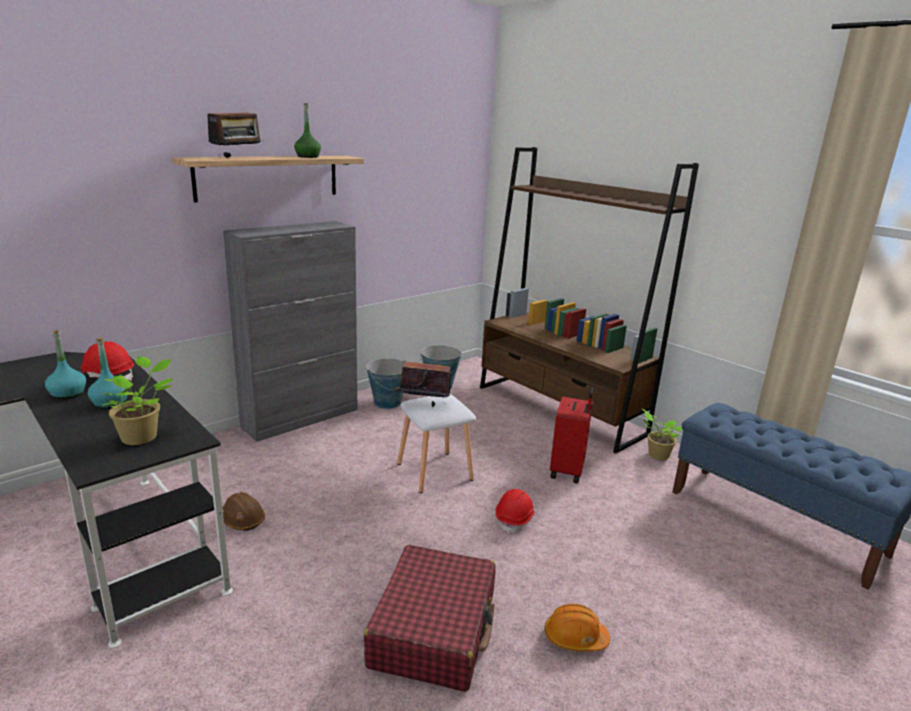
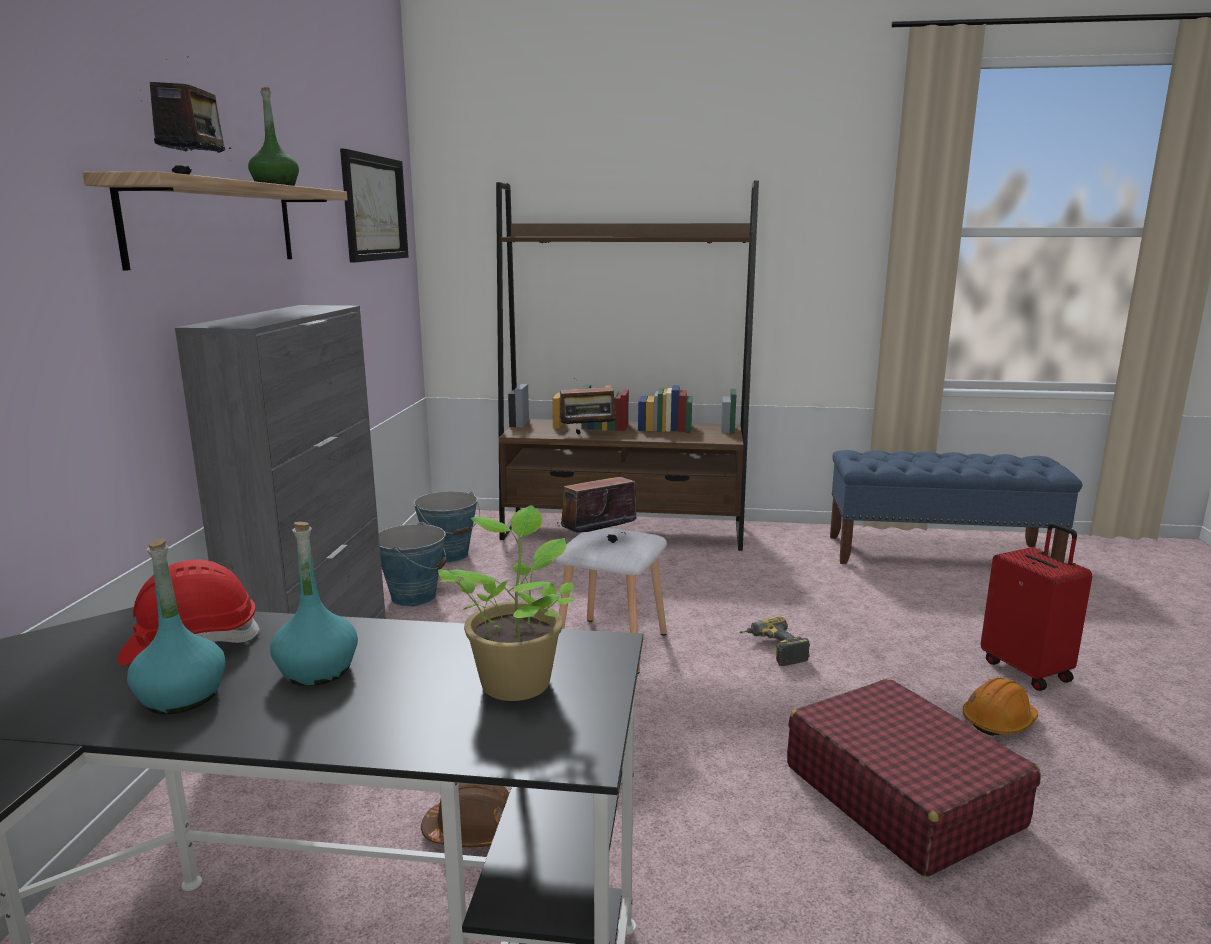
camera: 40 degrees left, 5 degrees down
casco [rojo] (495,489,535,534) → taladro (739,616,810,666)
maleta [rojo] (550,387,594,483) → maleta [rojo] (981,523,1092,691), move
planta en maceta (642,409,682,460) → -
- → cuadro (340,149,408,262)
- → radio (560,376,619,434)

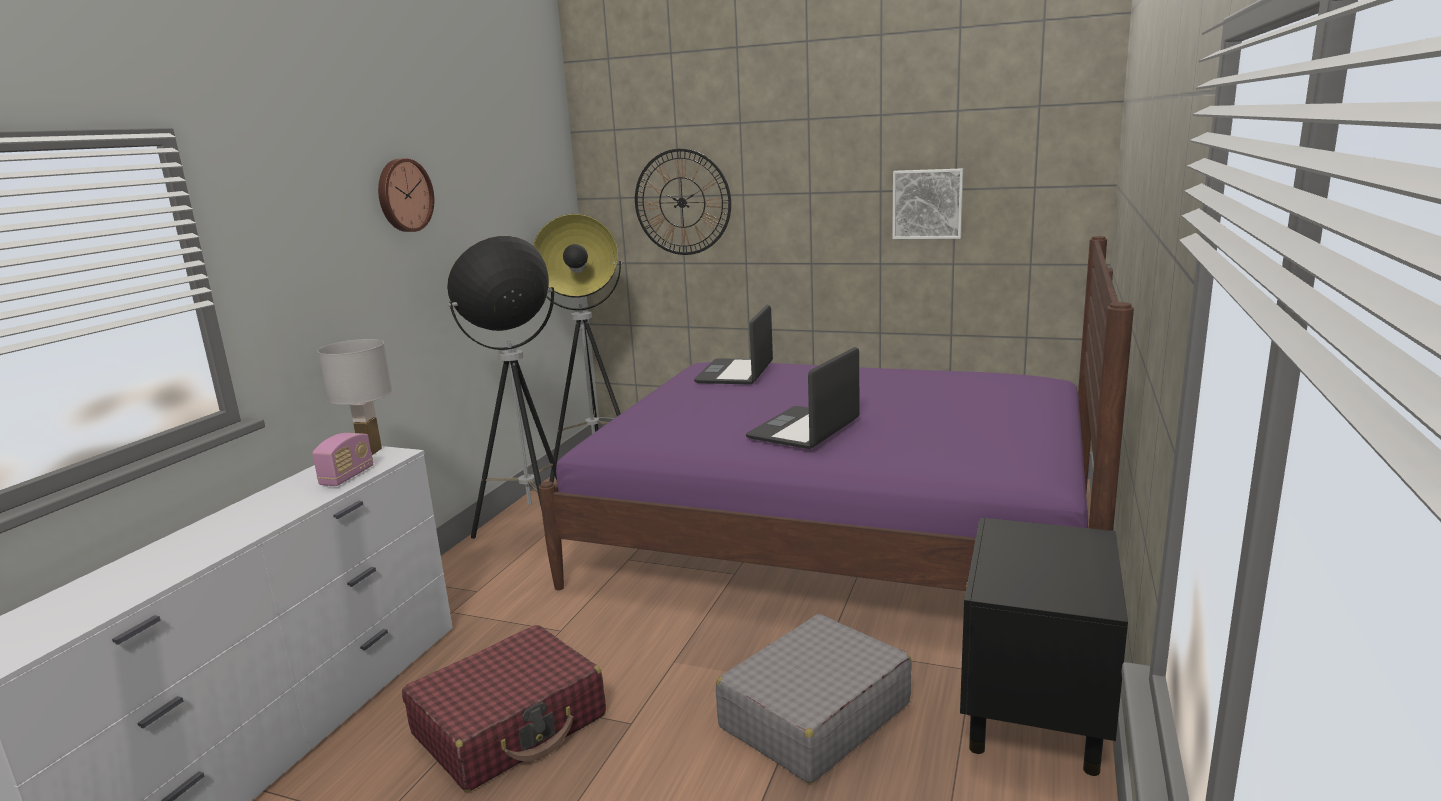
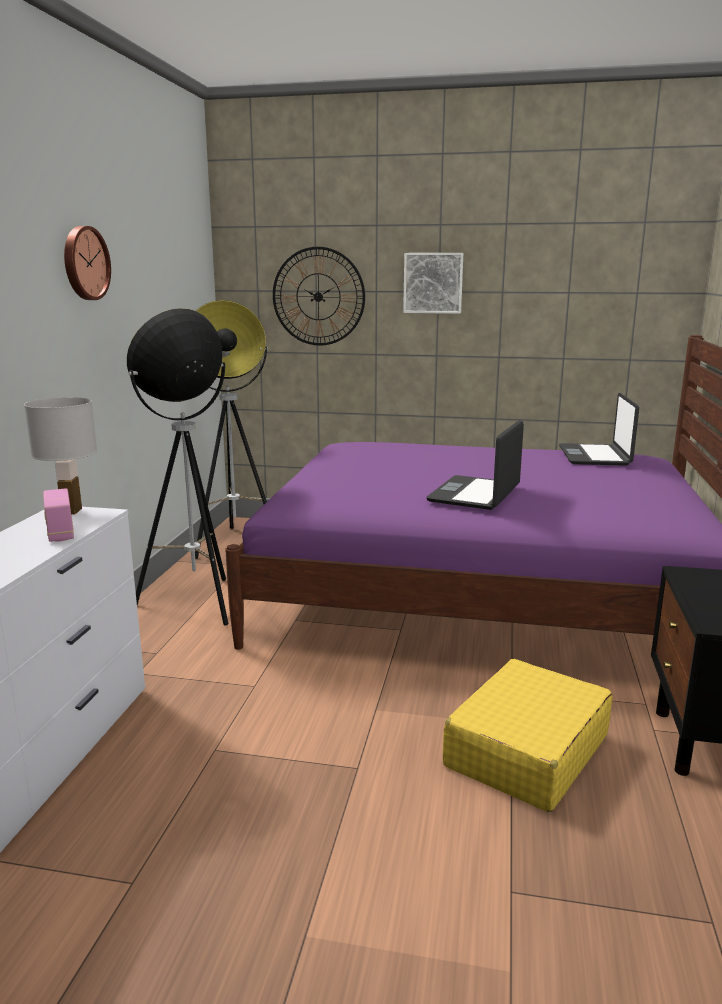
camera: 10 degrees left, 0 degrees up
radio (312,433,373,486) → radio (43,488,74,542), 150 degrees clockwise
maleta [rojo] (402,625,606,792) → -
portátil (694,304,773,385) → portátil (559,393,639,466), move
maleta [gris] (716,614,912,783) → maleta [amarillo] (443,659,612,812)
cuadro (892,168,963,239) → cuadro (403,253,463,314), move

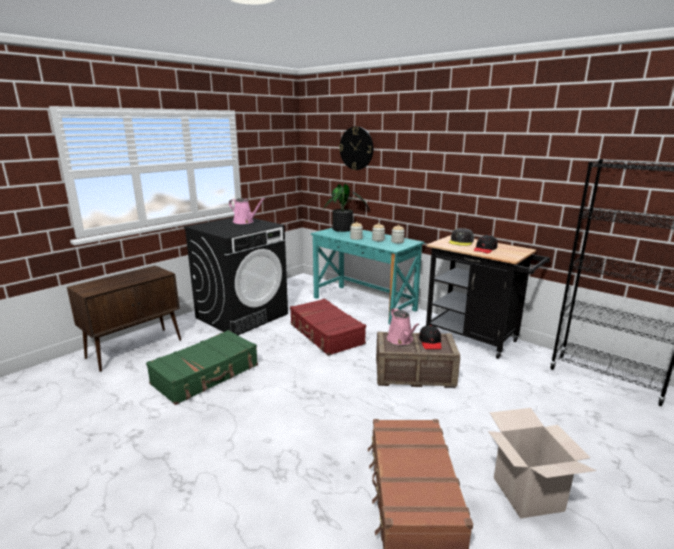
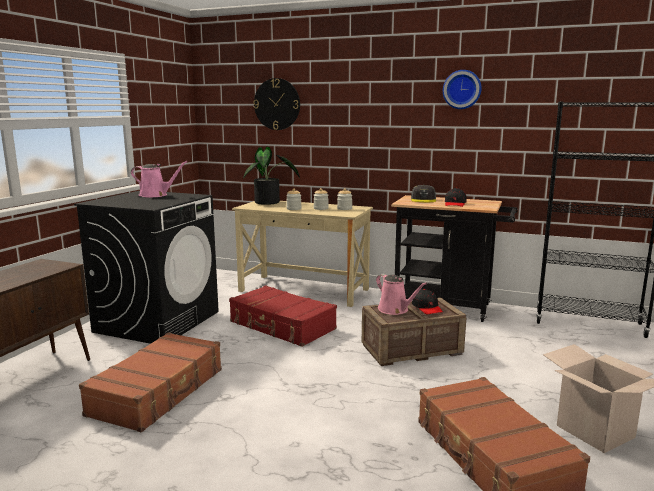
camera: 20 degrees left, 5 degrees down
maleta [verde] (146,330,258,405) → maleta [marrón] (79,332,222,432)
escritorio [turquesa] (311,228,424,325) → escritorio [beis] (232,201,373,307)
- → reloj de pared (443,70,482,109)

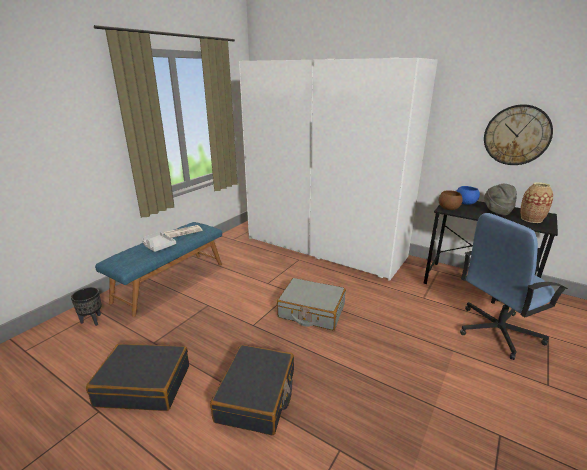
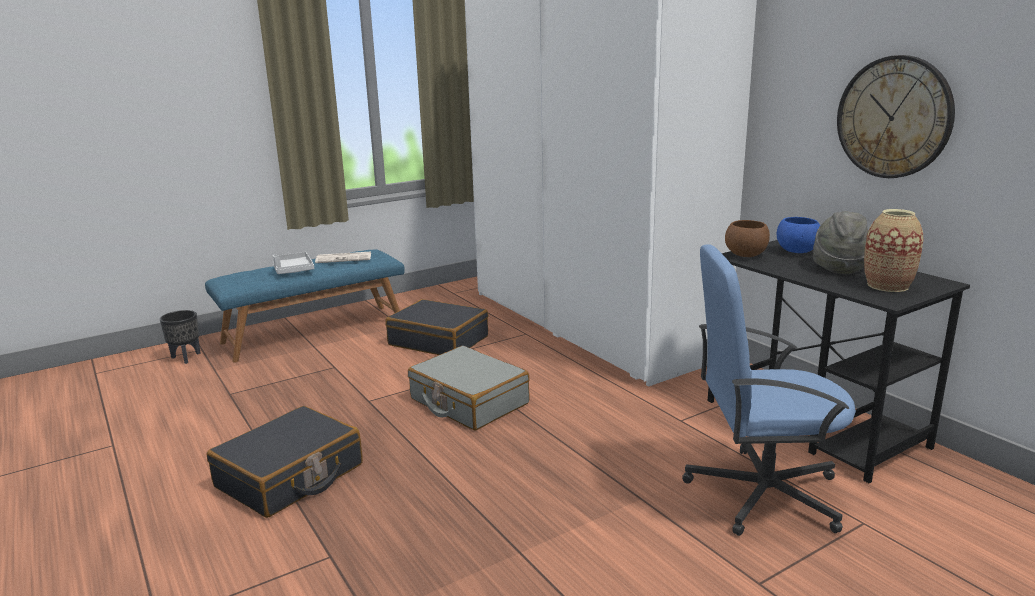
camera: 25 degrees right, 5 degrees down
maleta [negro] (86,344,189,411) → maleta [negro] (385,299,488,355), move

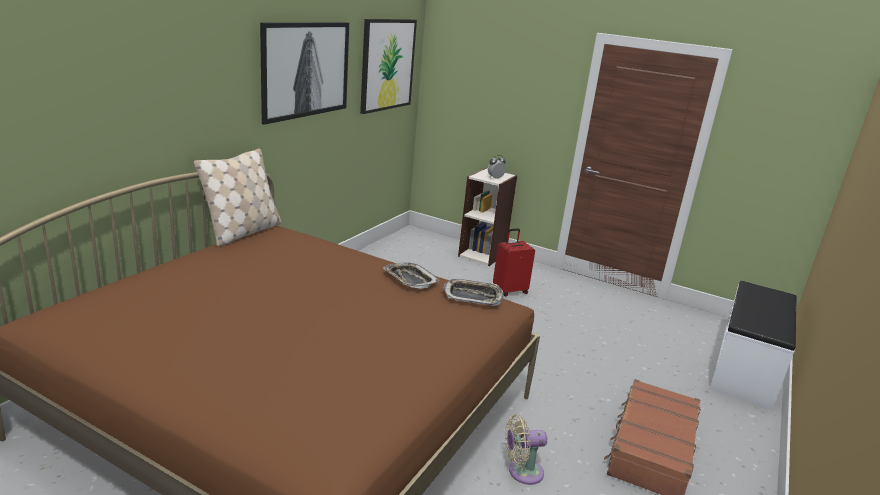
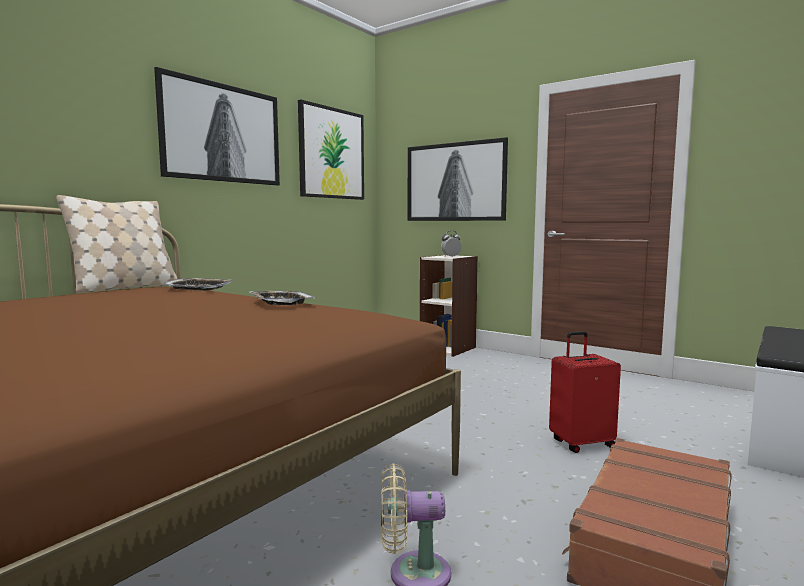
camera: 10 degrees right, 15 degrees down
bandeja (443,279,504,306) → bandeja (164,278,231,291), move
maleta [rojo] (493,229,535,297) → maleta [rojo] (549,331,621,453), move
- → cuadro (408,137,508,221)

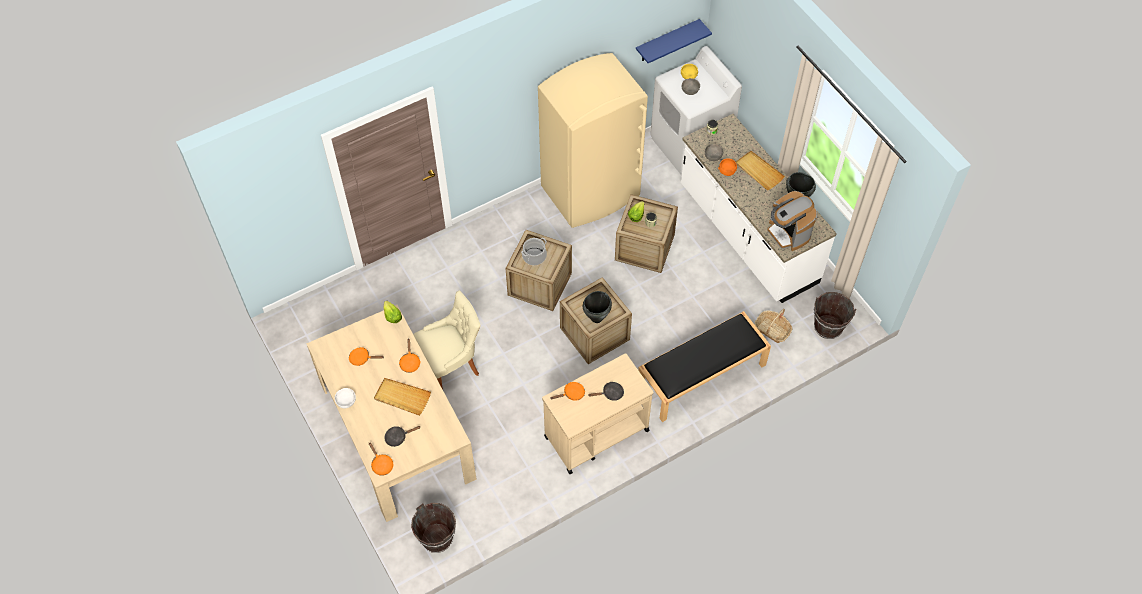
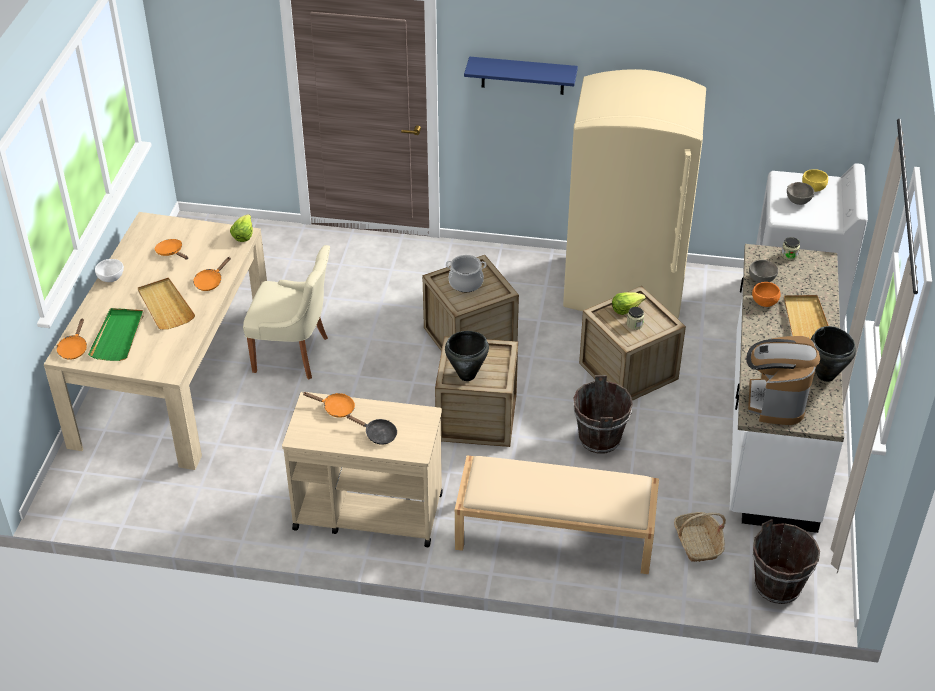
camera: 40 degrees right, 15 degrees down
sartén [negro] (384,426,420,447) → bandeja [verde] (88,308,144,361)
cubo [marrón] (411,503,456,553) → cubo [marrón] (573,375,633,454), move
estante [azul] (636,19,712,63) → estante [azul] (464,57,578,95), move
banco [negro] (638,311,771,422) → banco [beis] (455,455,659,574)

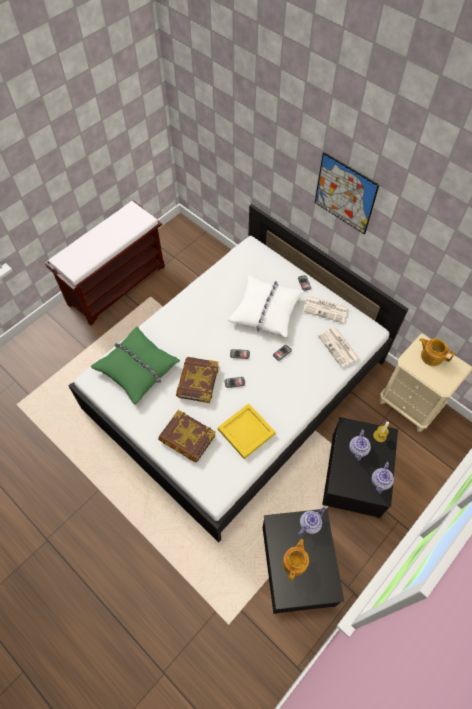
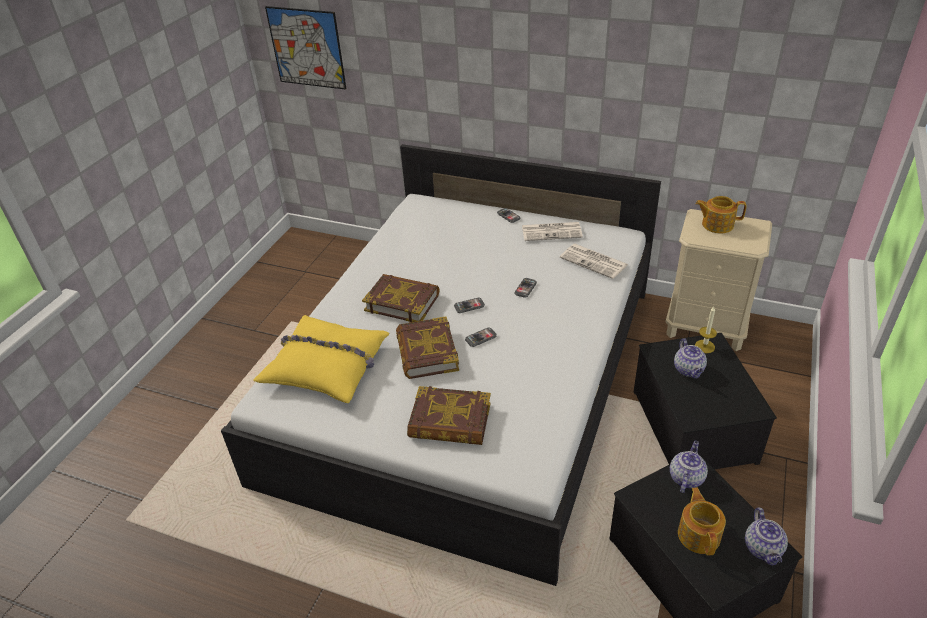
camera: 20 degrees left, 20 degrees down
banco [marrón] (45,200,165,326) → -
cojín [verde] (90,326,180,405) → cojín [amarillo] (253,315,389,403)
bandeja [amarillo] (218,403,276,459) → -
cojín [blanco] (228,275,304,337) → -
cuadro (315,152,379,235) → cuadro (265,6,346,90), move
tetera (372,462,394,494) → tetera (745,507,788,566), move
- → libro (362,274,439,323)

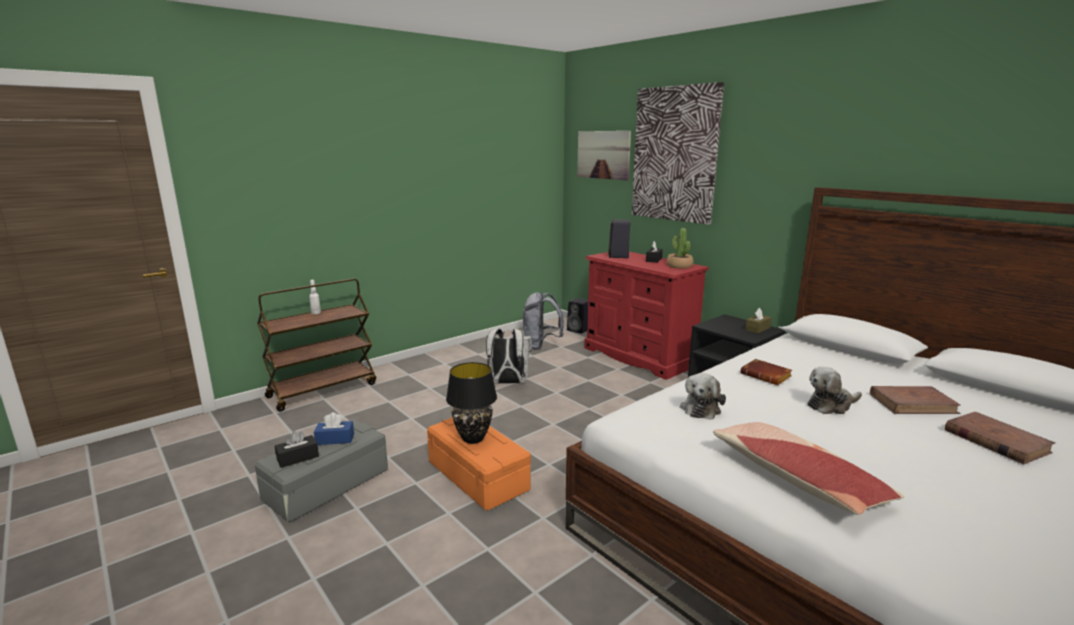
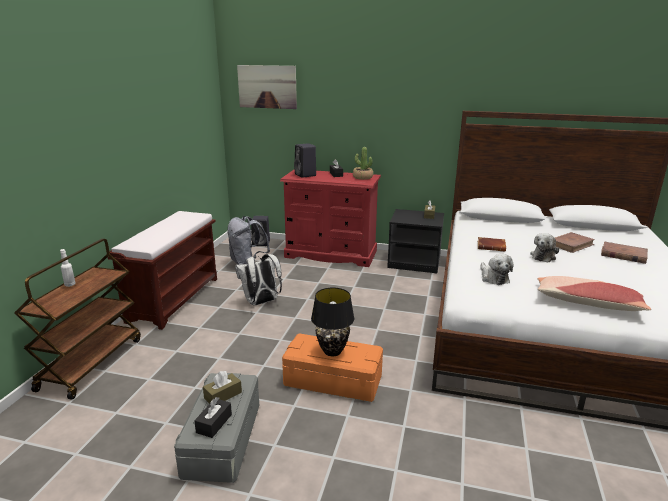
camera: 35 degrees left, 5 degrees up
caja de pañuelos [azul] (314,412,354,445) → caja de pañuelos [marrón] (203,371,242,404)
cuadro (632,82,724,225) → -
- → banco [marrón] (108,211,217,330)

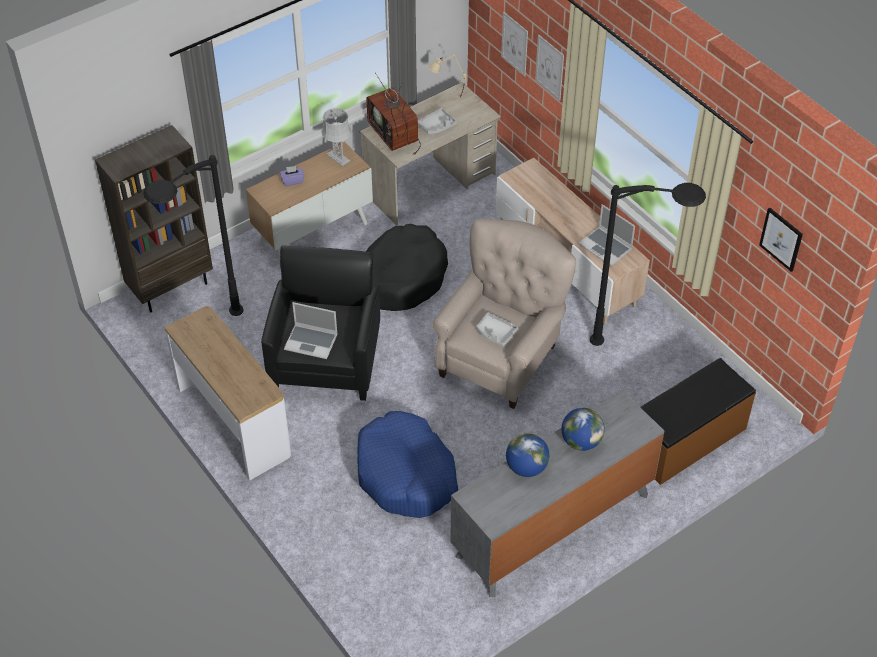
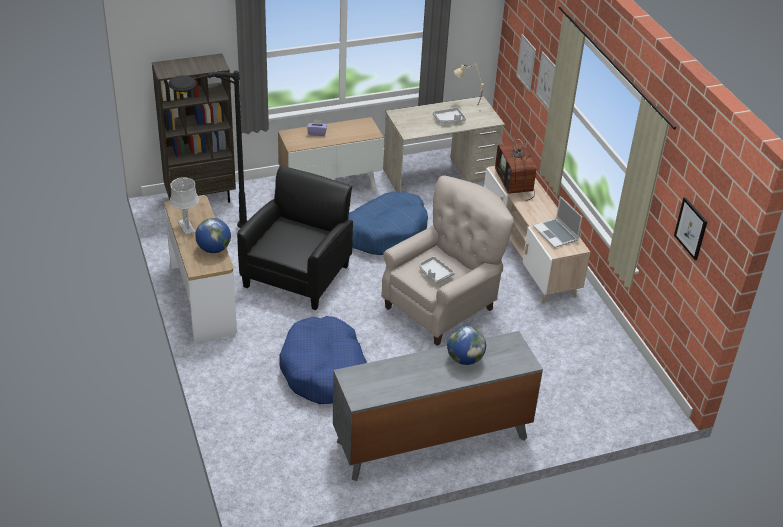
camera: 15 degrees right, 10 degrees down
portátil (284,302,337,359) → -
lámpara de mesa [gris] (321,108,351,166) → lámpara de mesa [gris] (169,177,199,235), move
televisor (366,73,421,154) → televisor (495,124,536,201), move
cama para perro [negro] (366,224,448,311) → cama para perro [azul] (348,191,428,255)
globo terráqueo (506,433,549,477) → globo terráqueo (195,218,231,253), move
lámpara de pie [negro] (590,183,706,346) → -
banco [marrón] (641,358,756,485) → -

